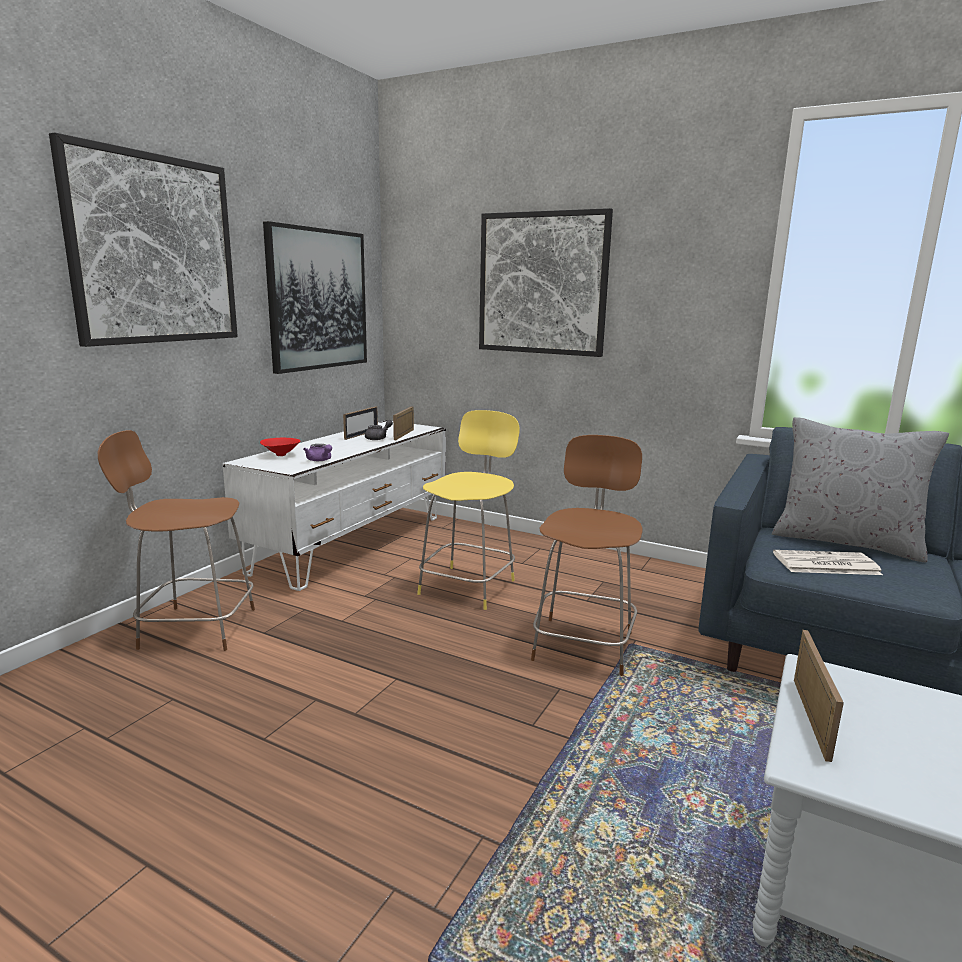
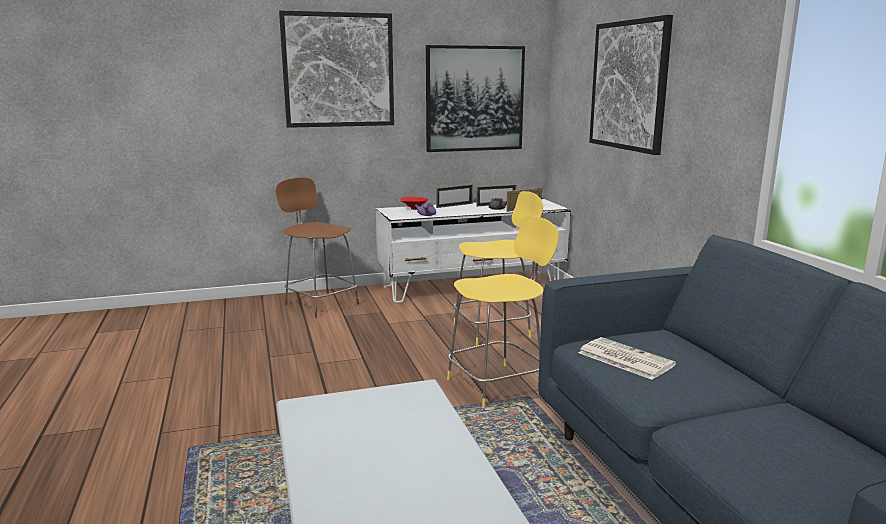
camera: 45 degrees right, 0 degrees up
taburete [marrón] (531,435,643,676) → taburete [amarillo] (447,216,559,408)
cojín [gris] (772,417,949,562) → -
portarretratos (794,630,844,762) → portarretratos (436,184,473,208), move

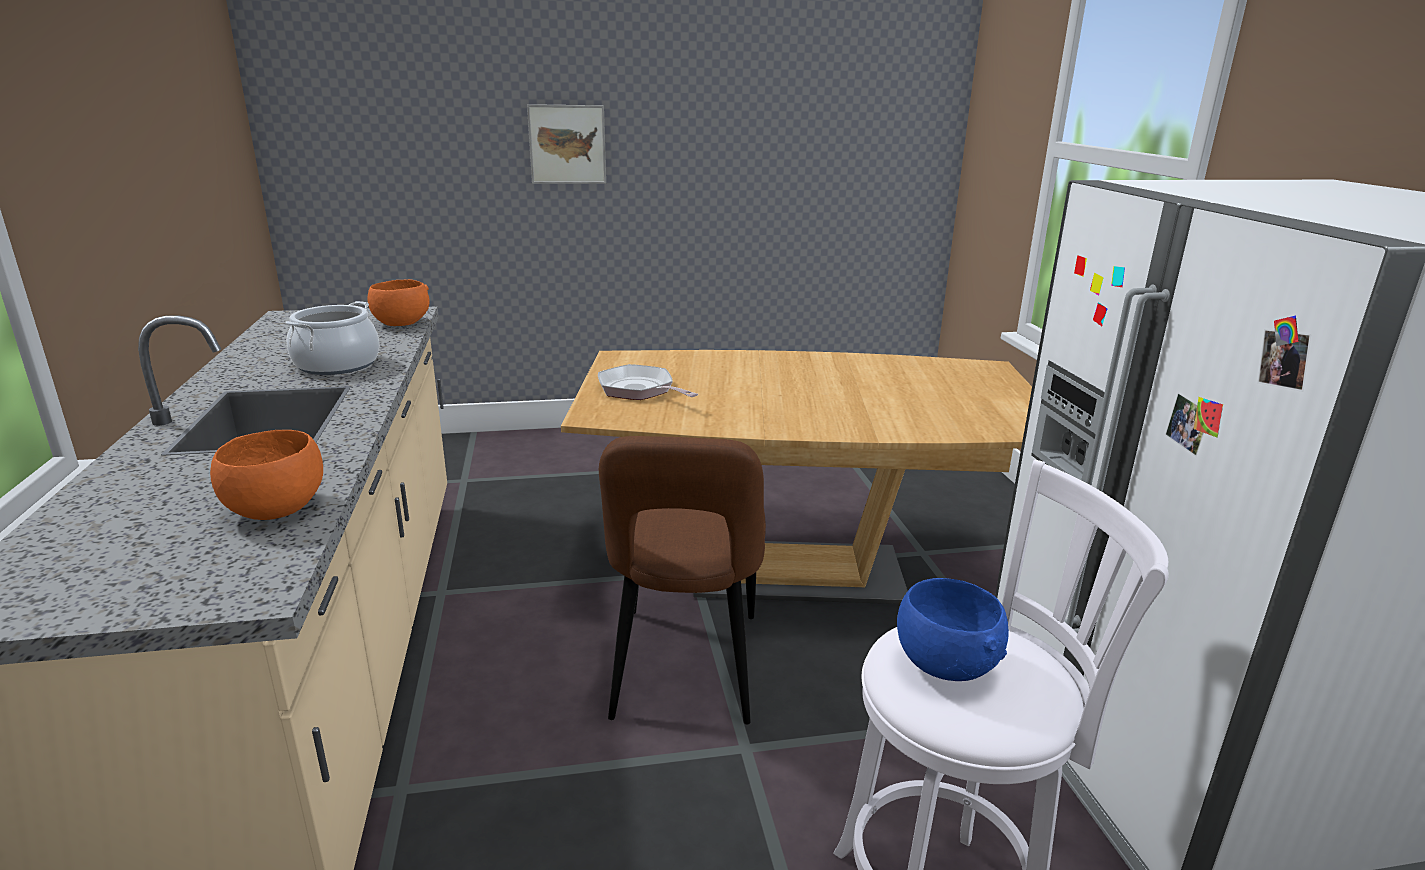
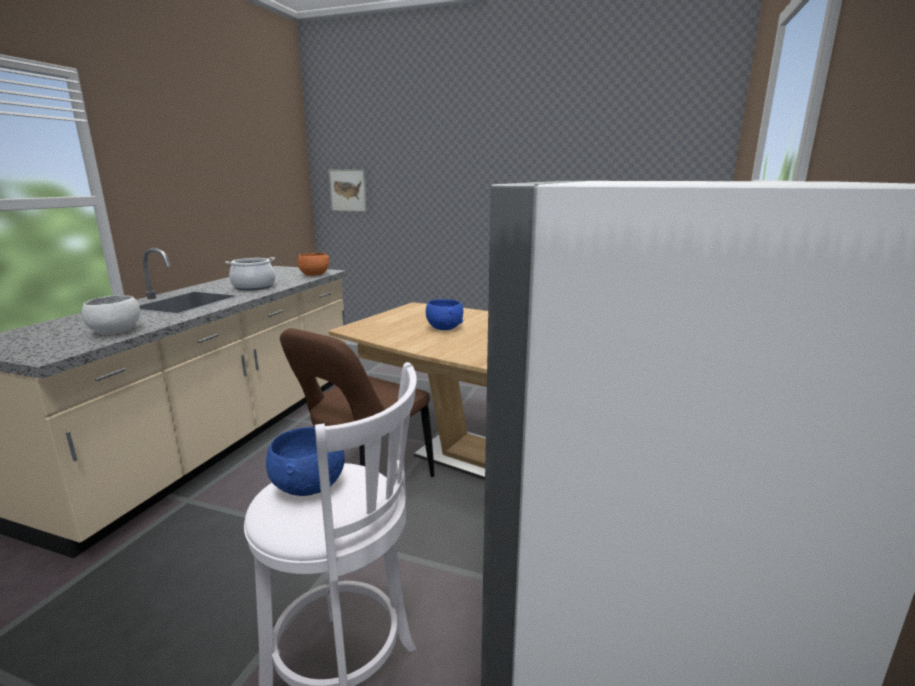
camera: 30 degrees right, 5 degrees down
cuenco [naranja] (210,430,323,520) → cuenco [blanco] (82,296,141,335)
cuadro (527,104,606,184) → cuadro (328,169,367,212), move
sartén (598,364,698,400) → -
- → cuenco [azul] (426,299,464,330)

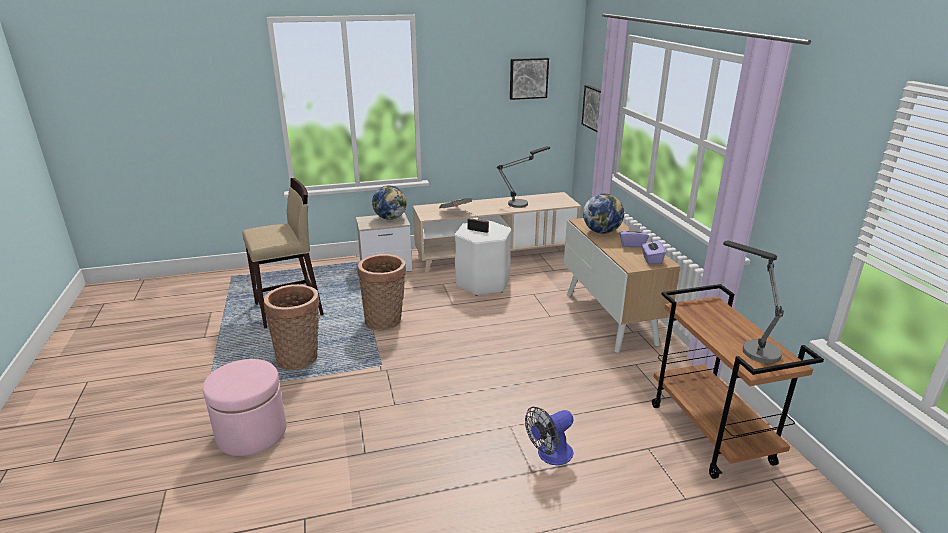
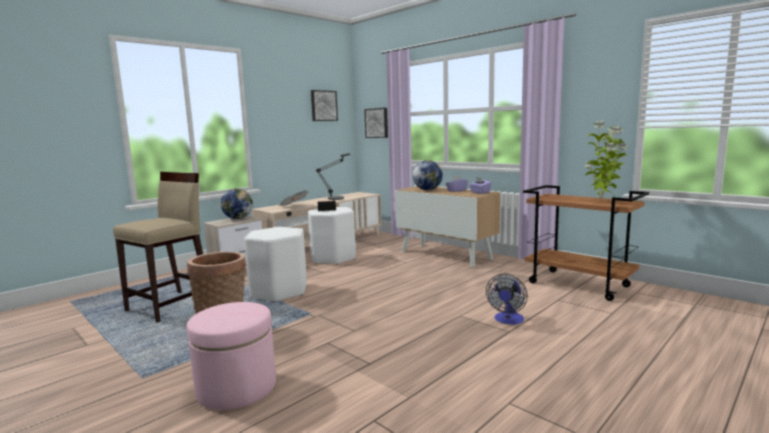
camera: 30 degrees left, 15 degrees down
cesta (358,254,406,331) → taburete [blanco] (244,227,307,302)
lámpara de mesa (723,241,784,363) → planta en maceta (585,121,628,201)

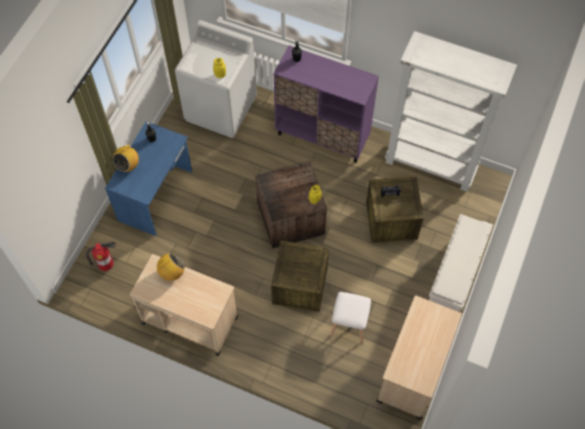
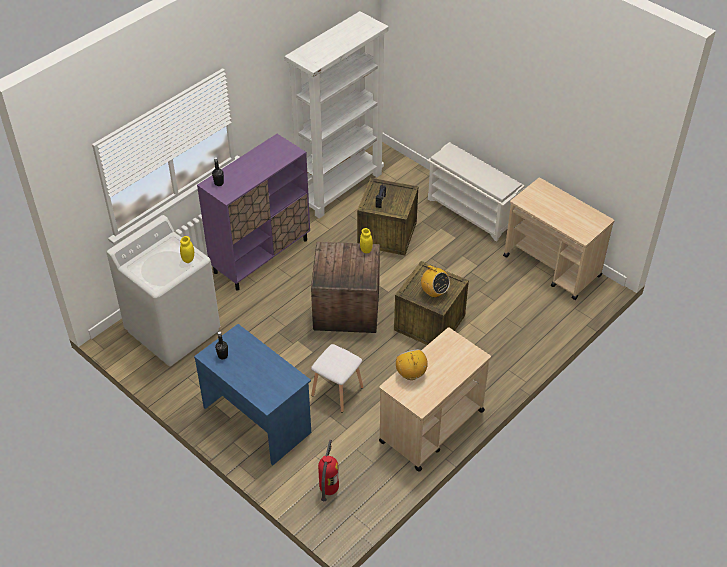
camera: 70 degrees left, 15 degrees down
radio (113,144,139,172) → radio (420,265,450,297), move
taburete [blanco] (330,292,371,343) → taburete [blanco] (311,344,363,412), move

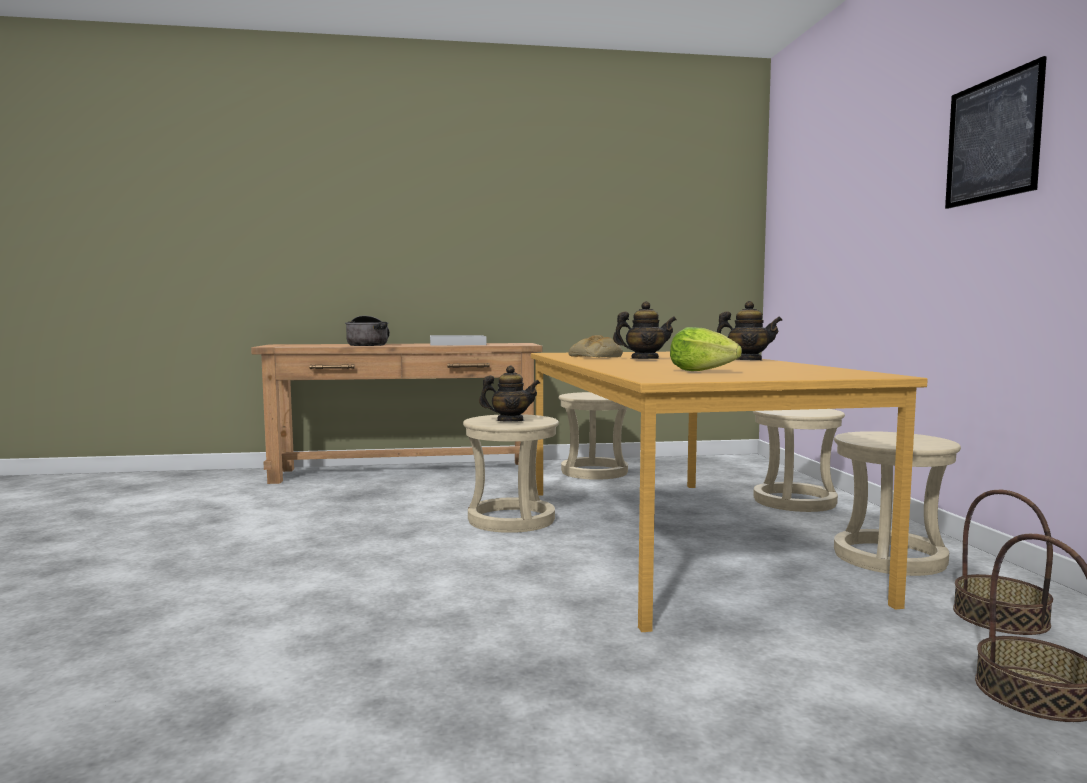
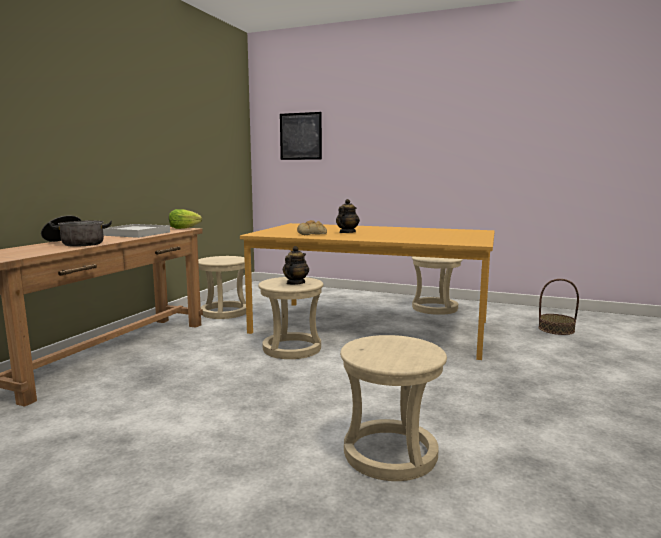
camera: 60 degrees left, 5 degrees up
lechuga (670,327,742,371) → lechuga (169,209,202,229), move
tetera (717,301,782,360) → -
taburete [beis] (753,409,845,512) → taburete [beis] (340,335,447,481), move
cuadro (945,56,1047,209) → cuadro (280,112,322,160), move
cesta (953,490,1053,635) → -

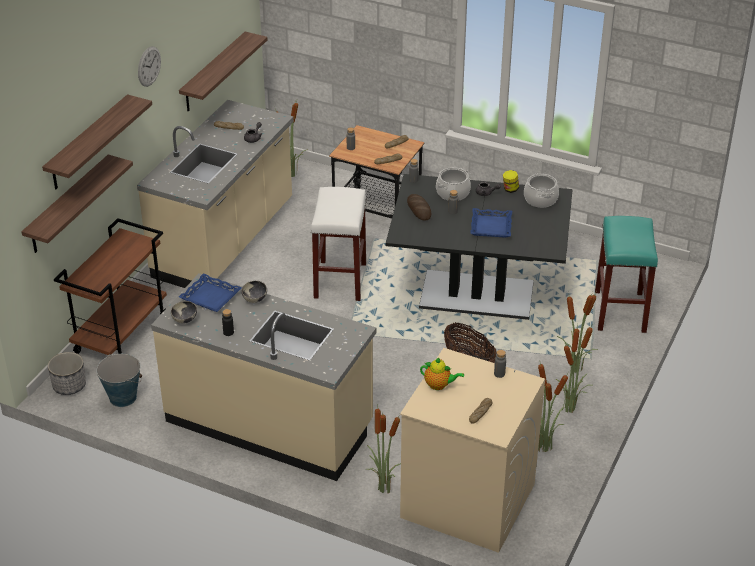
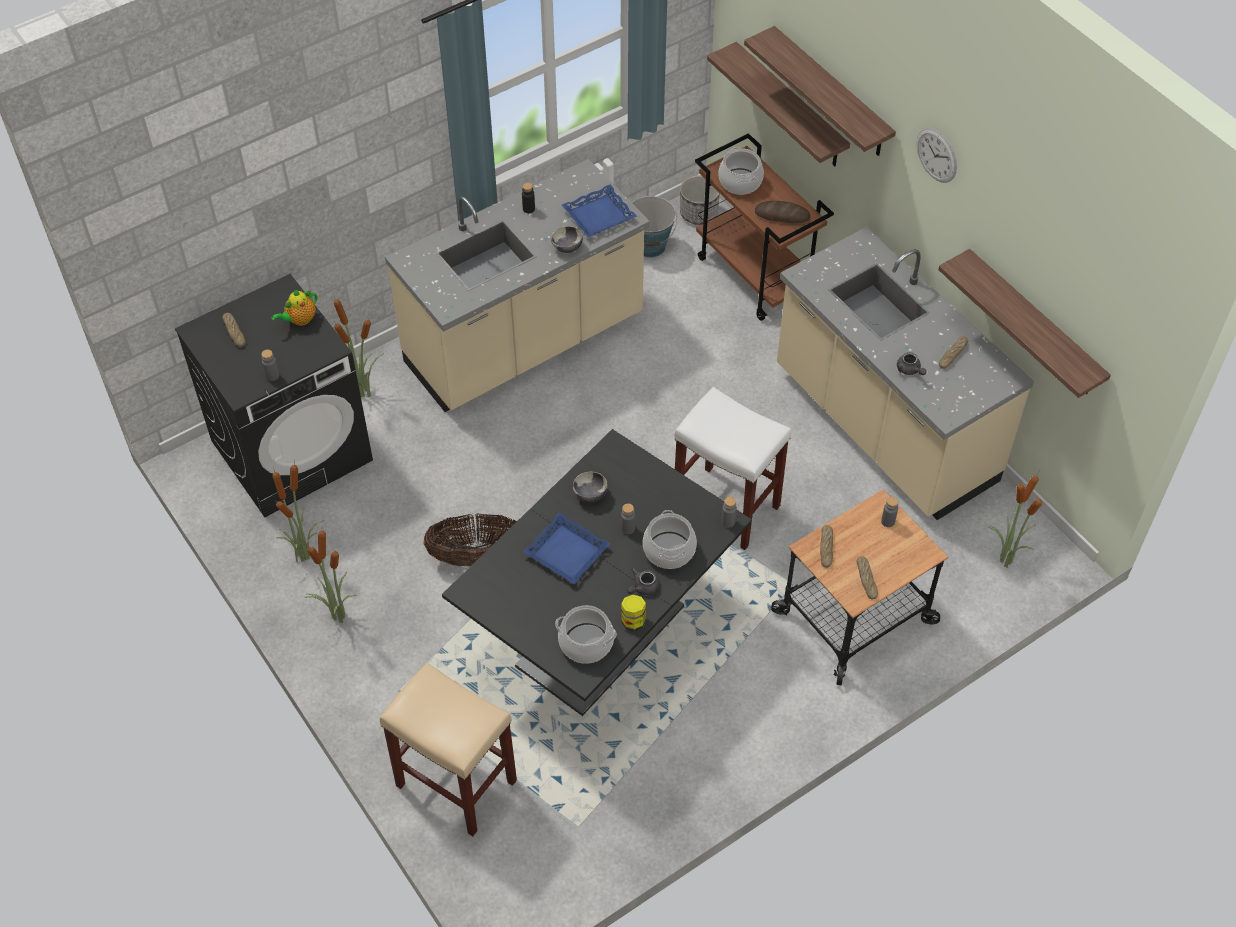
camera: 120 degrees right, 15 degrees up
cuenco (171,301,197,323) → cuenco (573,472,607,502), move
lavadora [beis] (400,348,545,553) → lavadora [negro] (175,274,373,517)
pan (407,194,431,221) → pan (755,201,810,223), move
planta en maceta (557,290,598,373) → -
taburete [turquesa] (595,216,658,333) → taburete [beis] (380,662,517,836)
- → olla (718,147,764,195)

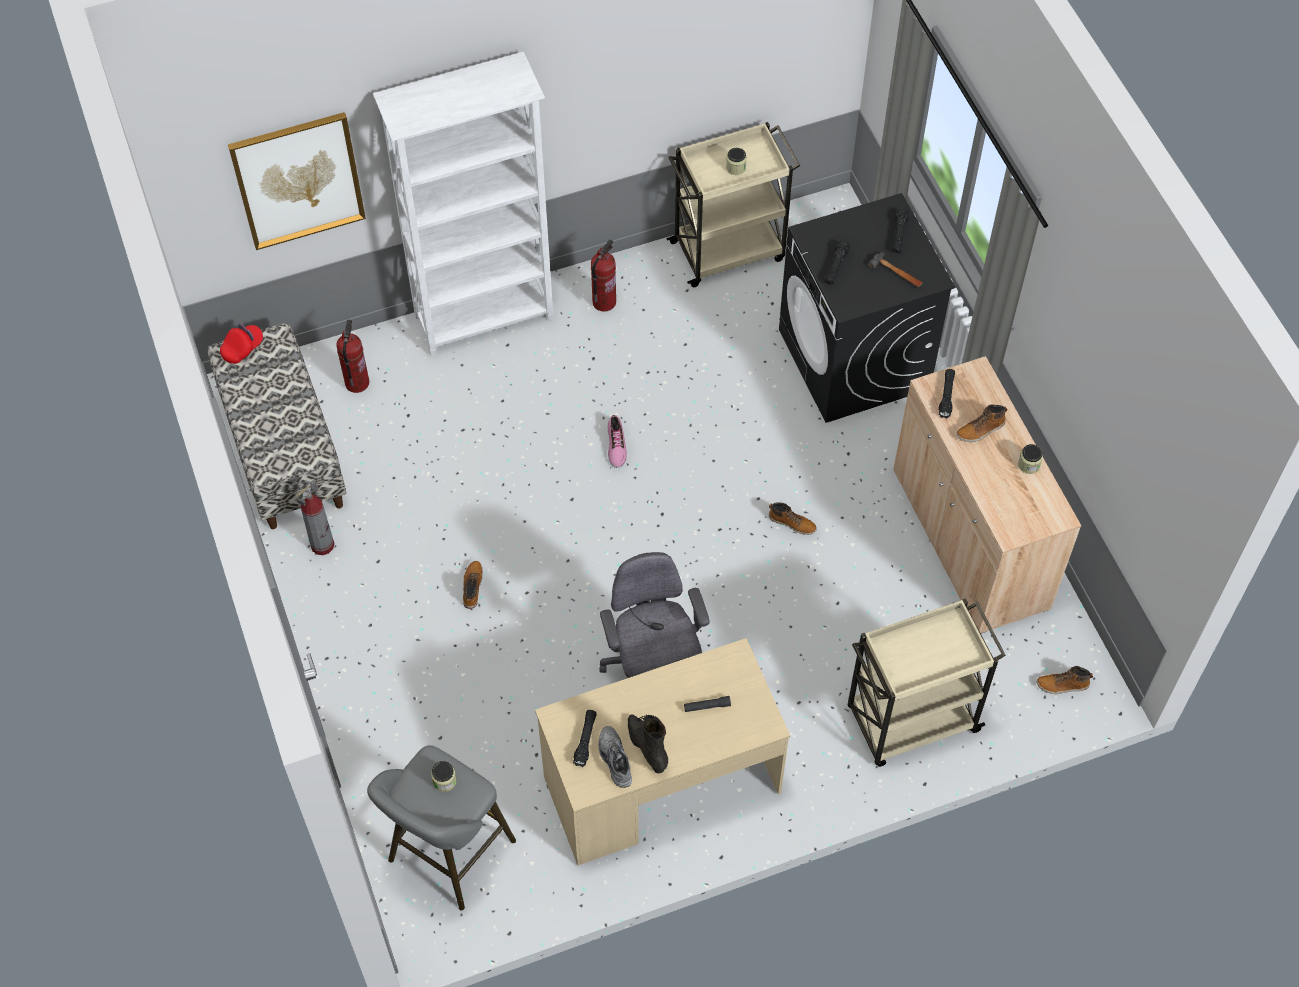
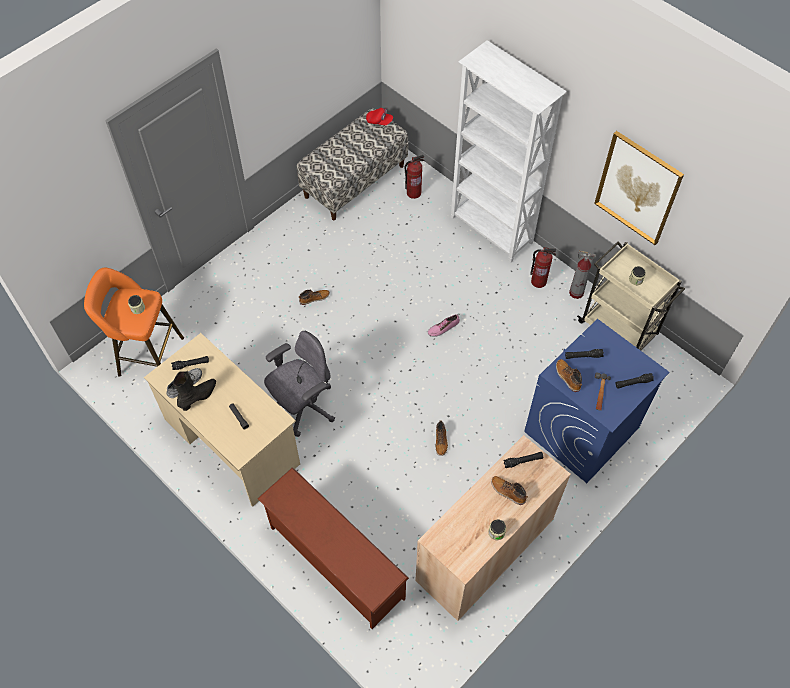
camera: 65 degrees right, 0 degrees up
cuadro (228,112,366,250) → cuadro (594,131,684,245), move
extintor (296,480,335,555) → extintor (569,250,596,299), move
taburete [gris] (367,745,516,910) → taburete [naranja] (84,268,184,377)
lavadora [negro] (779,193,955,423) → lavadora [azul] (524,319,670,483)
carrito [beis] (848,598,1006,767) → zapatero [marrón] (257,467,409,629)
bota (1037,666,1093,694) → bota (556,359,582,392), move

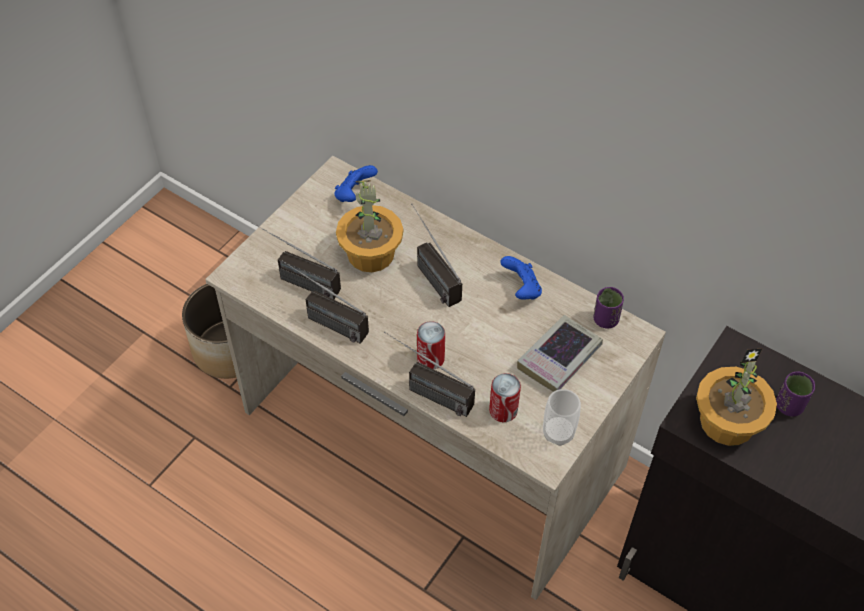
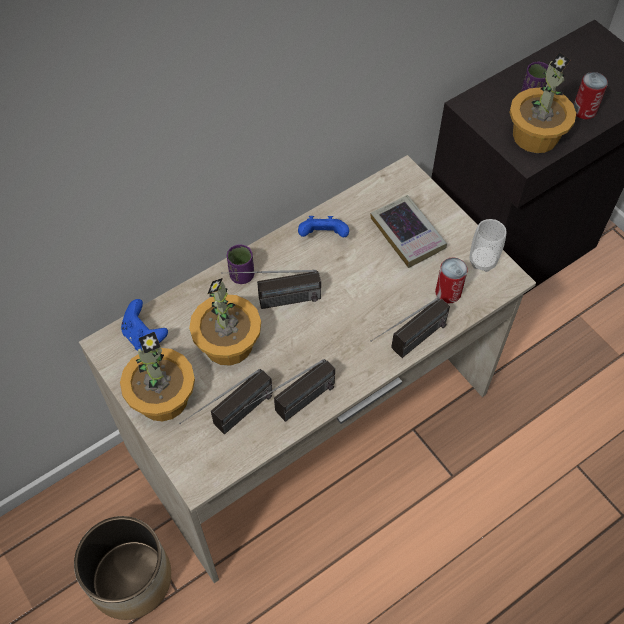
camera: 70 degrees left, 5 degrees up
lata (417,321,445,370) → lata (574,72,608,119), move
taza [morado] (593,287,624,329) → taza [morado] (227,244,254,284), move
- → planta en maceta (120,332,195,421)

